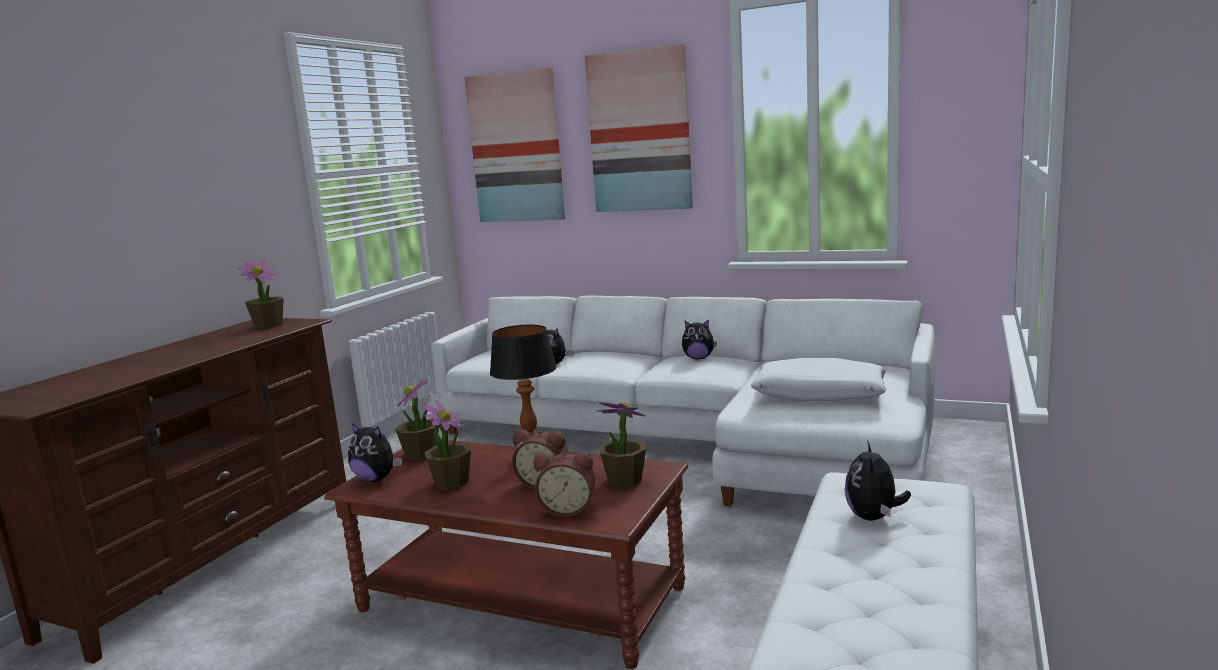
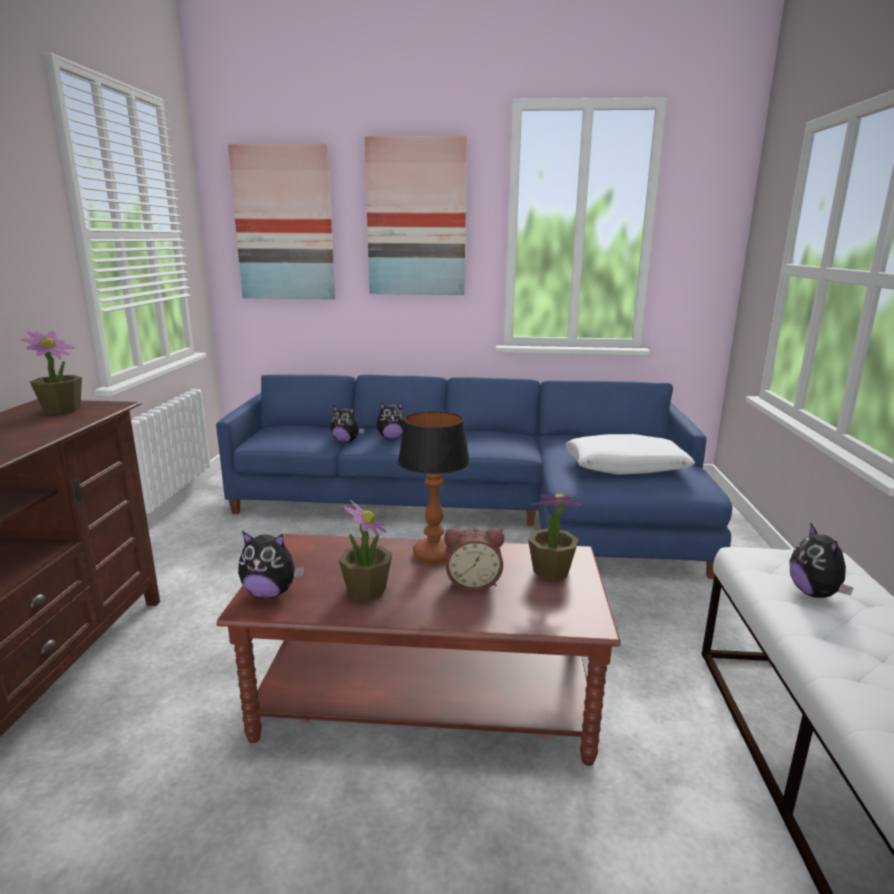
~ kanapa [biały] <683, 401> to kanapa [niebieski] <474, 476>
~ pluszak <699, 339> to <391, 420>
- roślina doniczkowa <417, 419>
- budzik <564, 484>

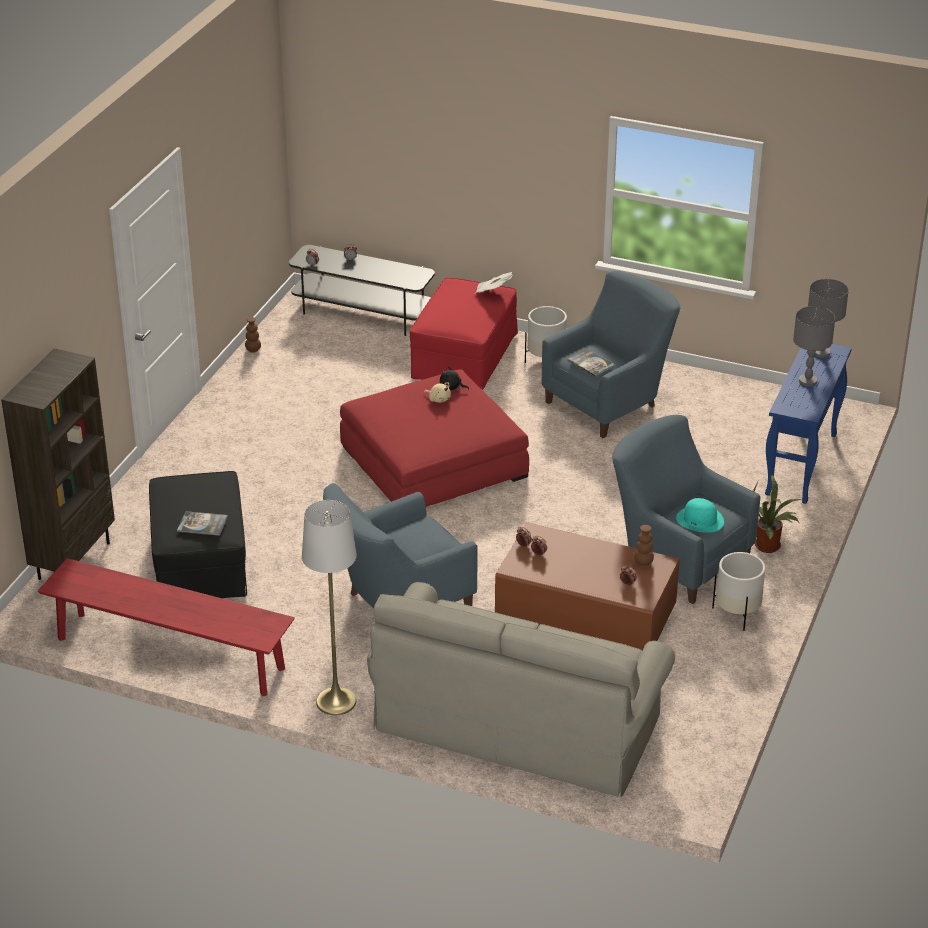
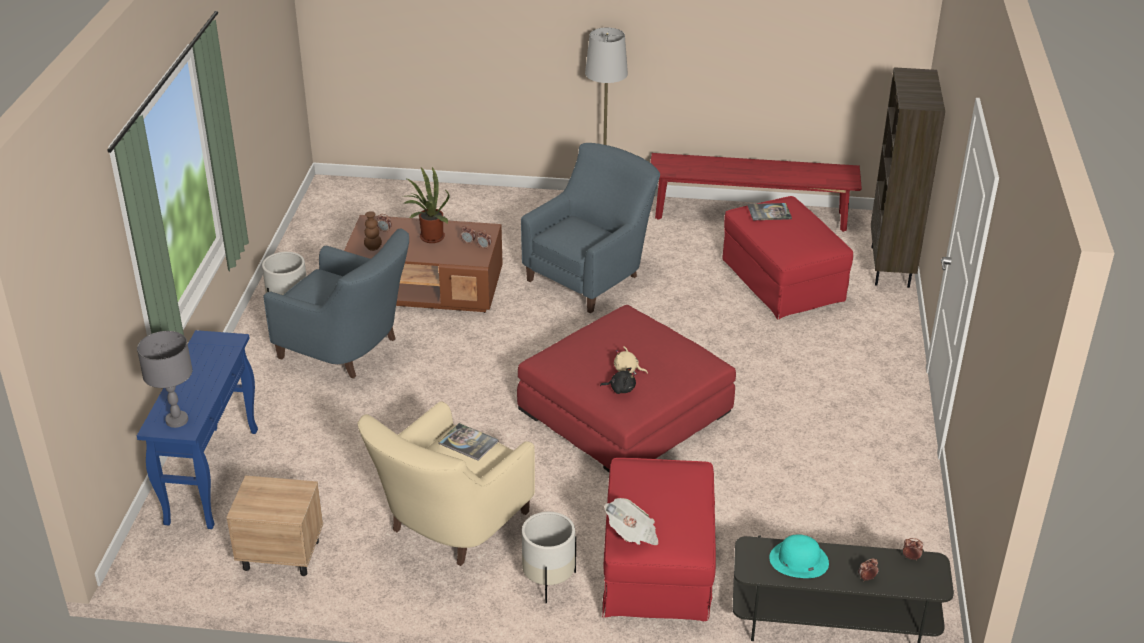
~ fotel [niebieski] <611, 354> to fotel [beżowy] <446, 483>
- lampa stołowa [szary] <814, 346>
- wazon [brązowy] <253, 335>
~ pufa [czarny] <198, 534> to pufa [czerwony] <787, 258>
~ roślina doniczkowa <777, 514> to <426, 205>
~ kapelusz [turkusowy] <700, 515> to <799, 556>
- kanapa [szary] <521, 689>
+ szafka nocna [beżowy] <274, 525>

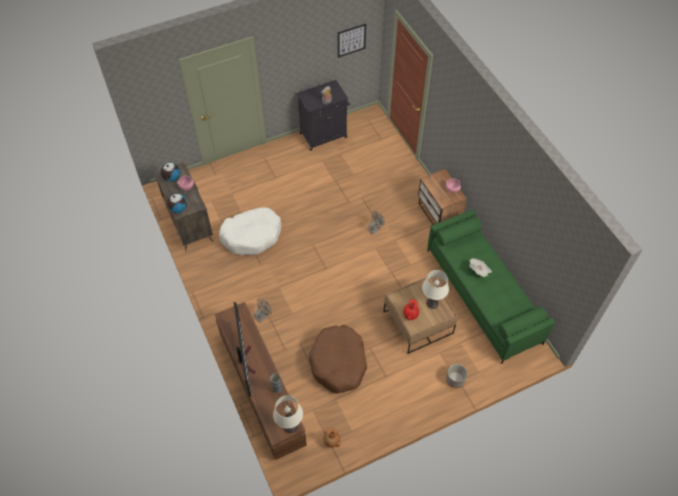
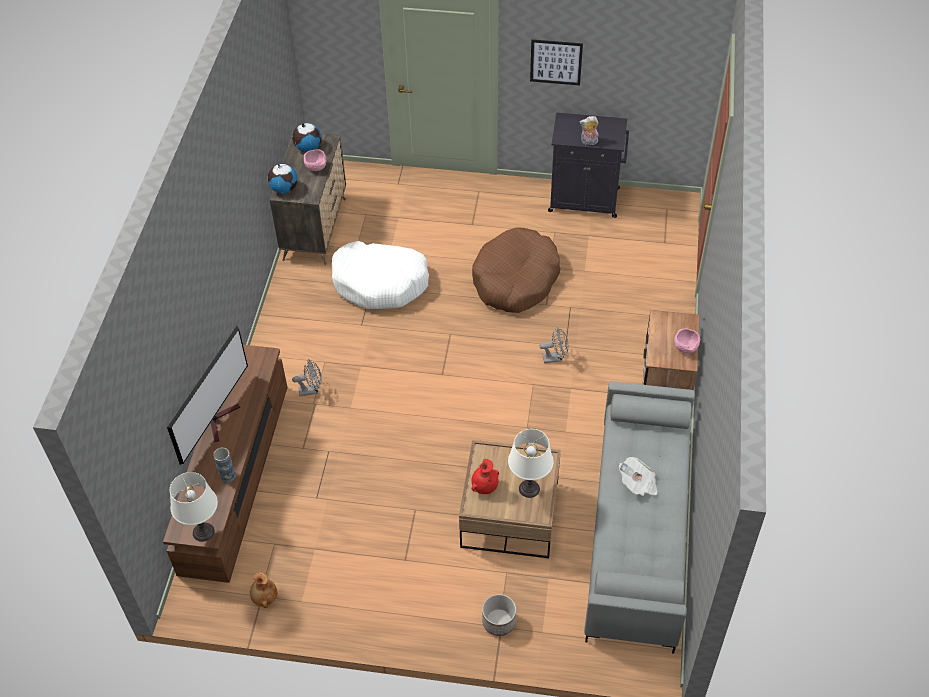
~ obraz <352, 41> to <556, 62>
~ kanapa [zielony] <491, 286> to kanapa [szary] <639, 517>
~ legowisko [brązowy] <338, 359> to <516, 270>

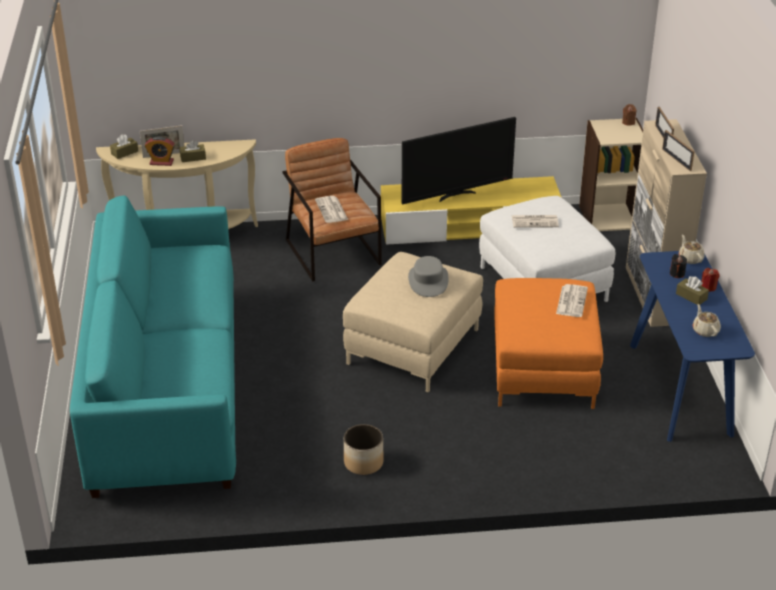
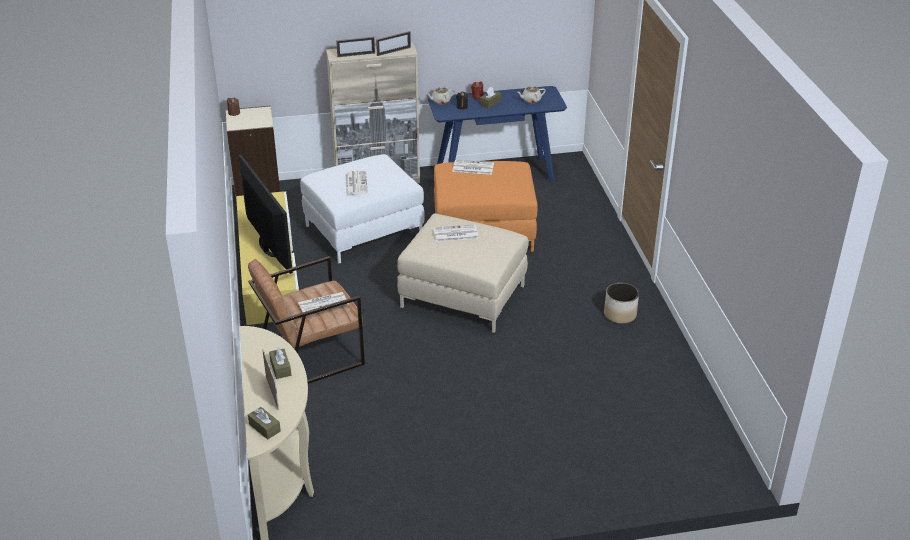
- budzik <160, 151>
- kanapa [turkusowy] <153, 346>
~ kapelusz [szary] <428, 276> to gazeta <456, 233>

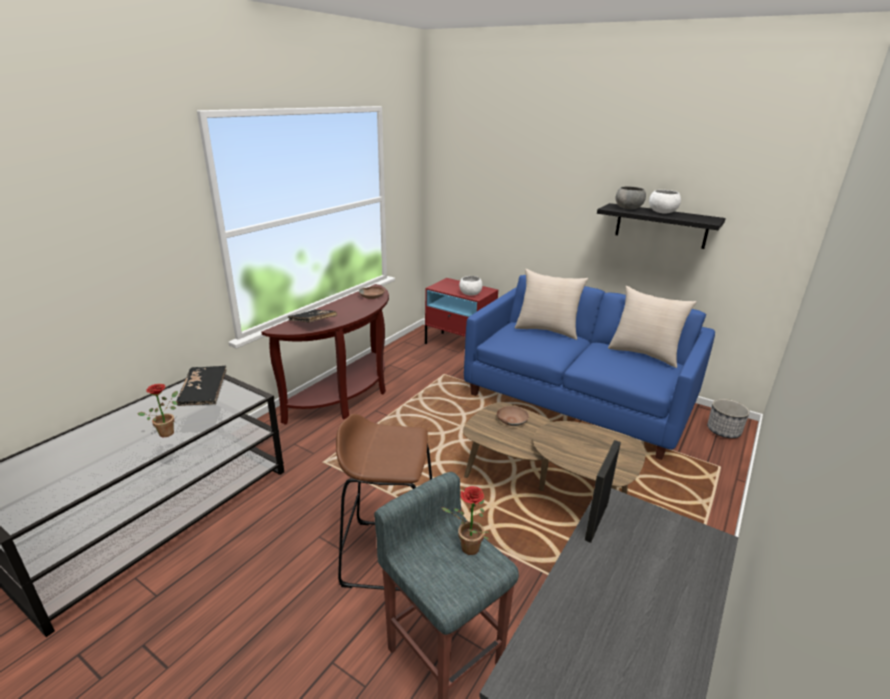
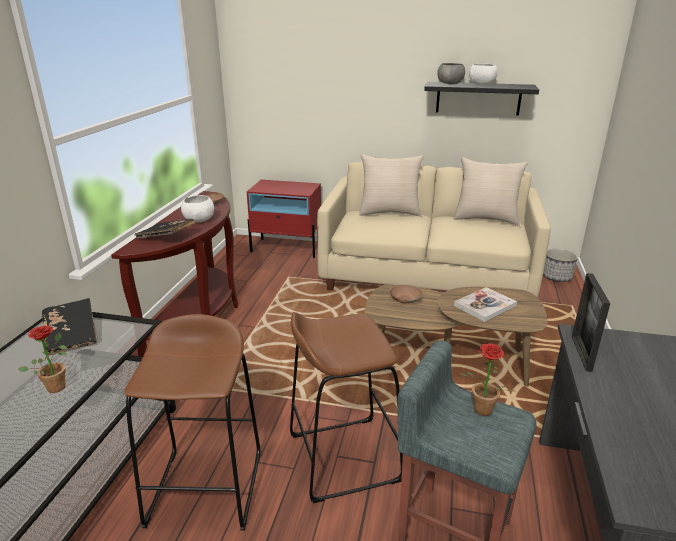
~ kanapa [niebieski] <589, 367> to kanapa [beżowy] <434, 229>
~ miska [biały] <471, 286> to <197, 208>
+ książka <485, 304>
+ stołek [brązowy] <193, 422>

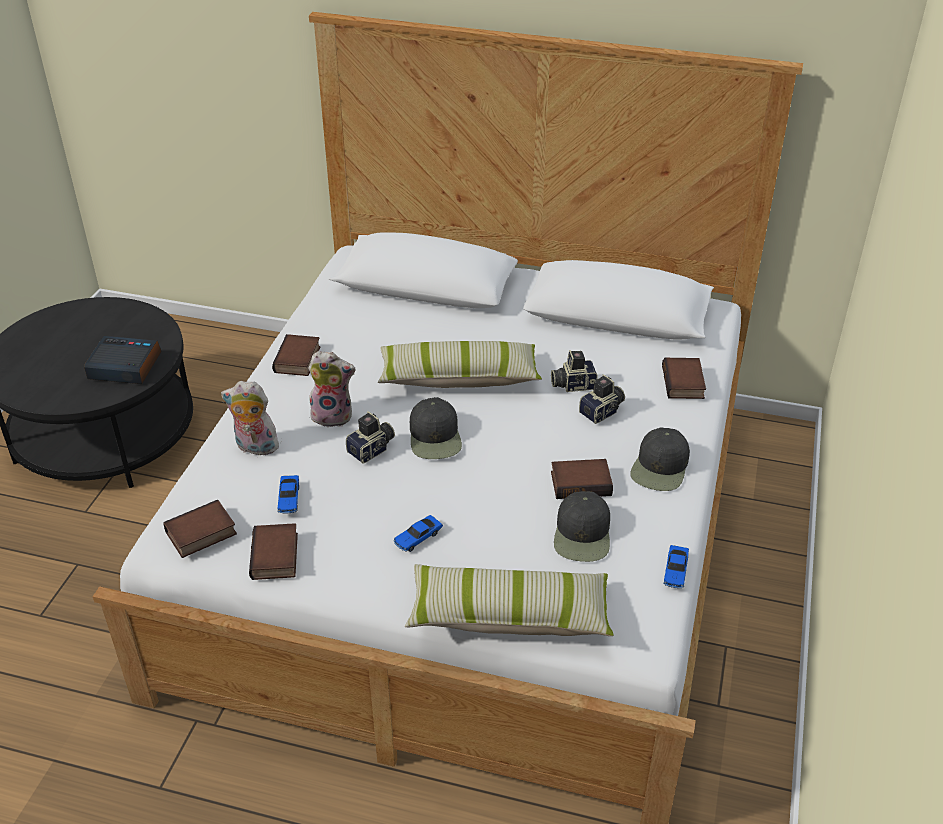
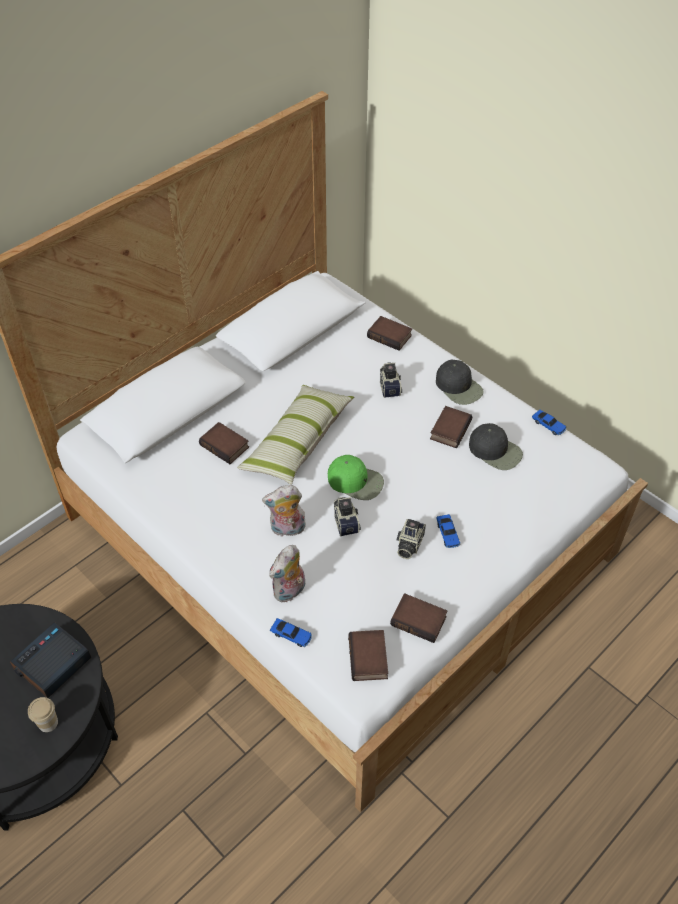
~ książka <296, 355> to <224, 443>
~ aparat fotograficzny <574, 371> to <411, 539>
~ pluszak <332, 389> = <284, 511> 135 degrees counterclockwise
~ czapka z daszkiem [czarny] <436, 428> to czapka z daszkiem [zielony] <356, 477>
~ samochodzik <288, 494> to <291, 632>
- poduszka <509, 600>
+ filiżanka <43, 714>

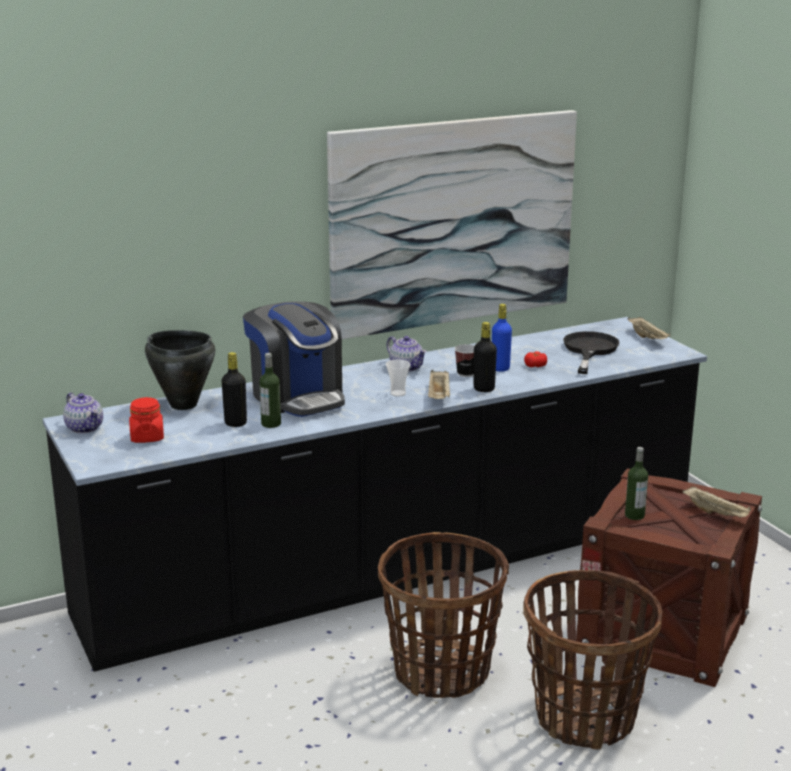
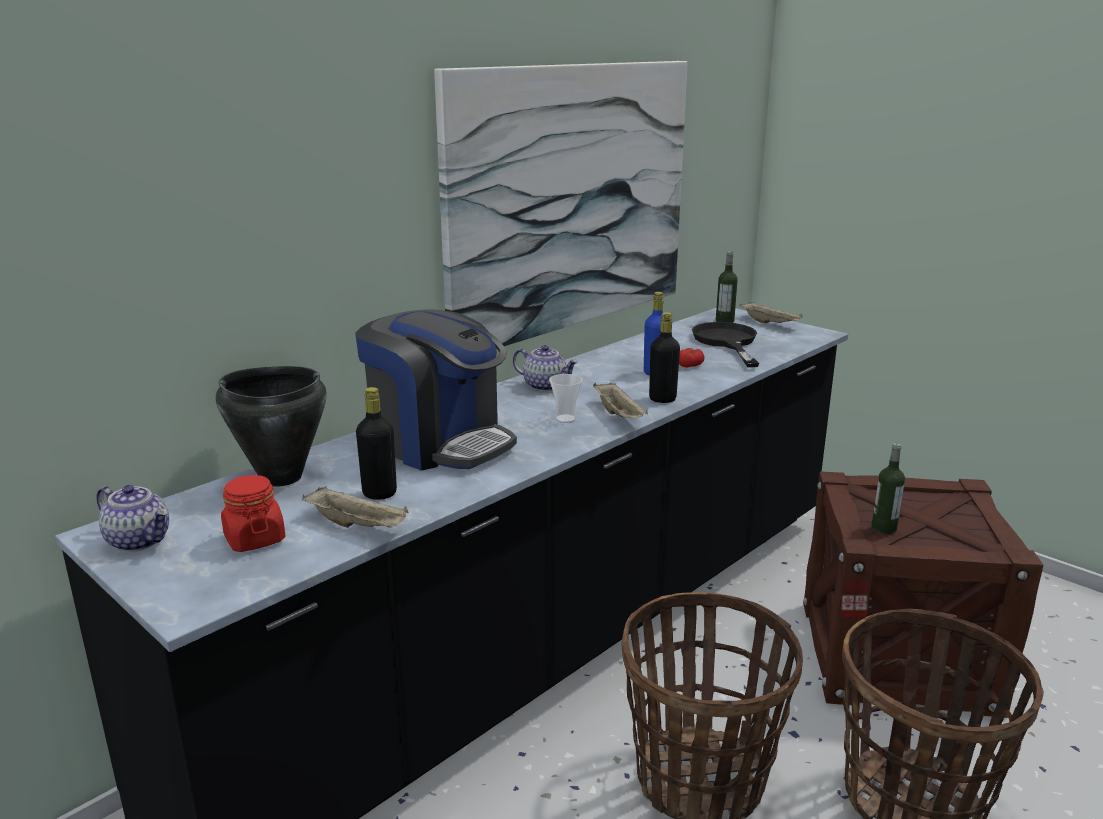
- filiżanka <464, 360>
~ butelka <270, 390> to <727, 287>
~ taca [beżowy] <716, 502> to <355, 507>

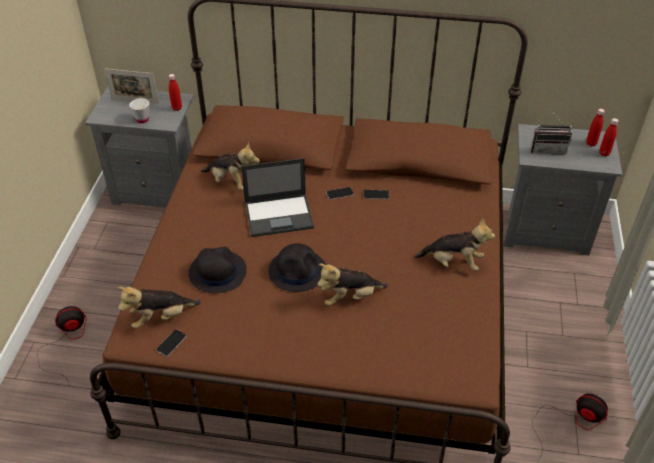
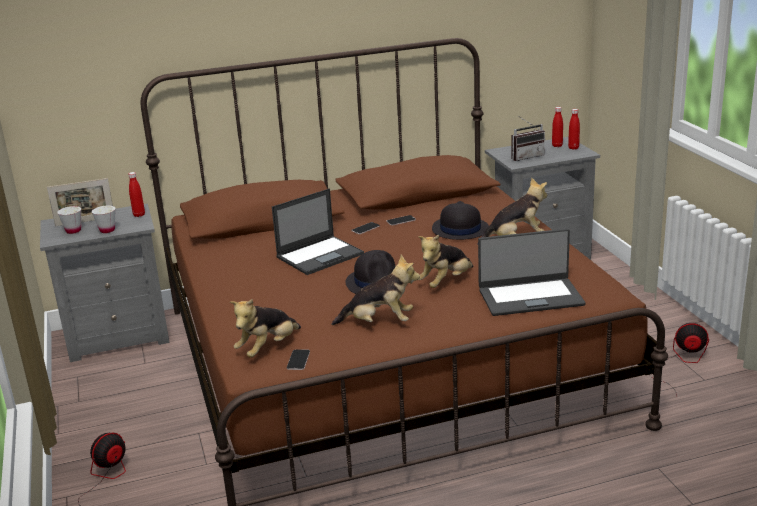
~ pluszak <230, 166> to <376, 290>
~ kapelusz [czarny] <217, 270> to <460, 220>
+ filiżanka [biały] <69, 220>
+ laptop <532, 272>

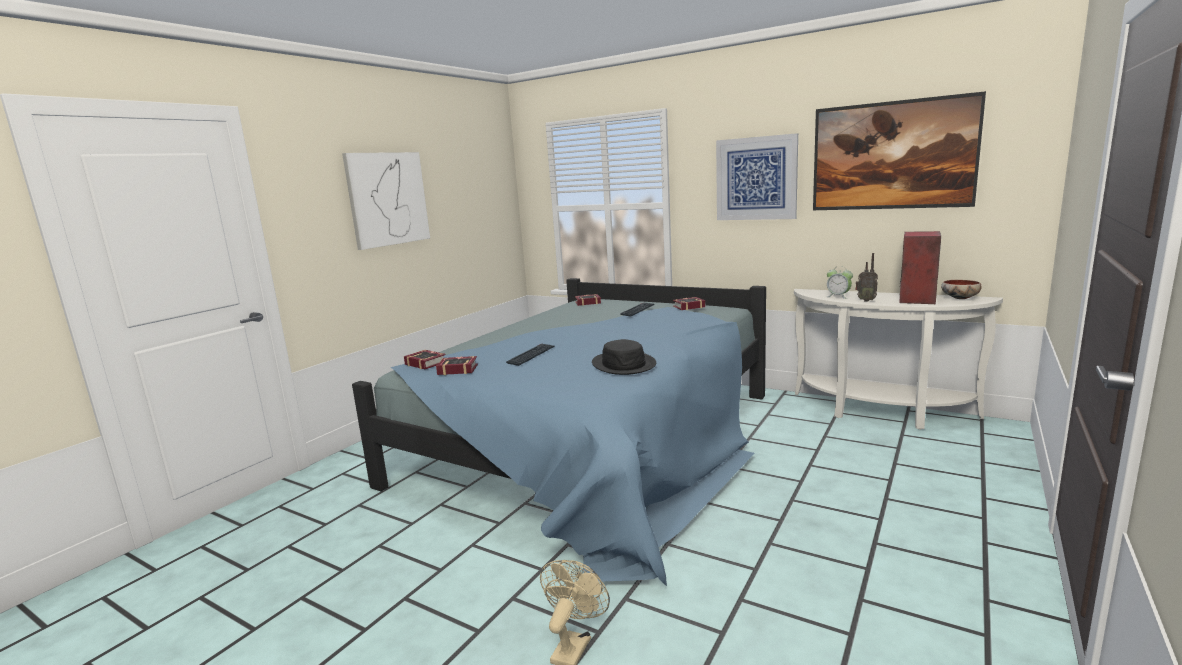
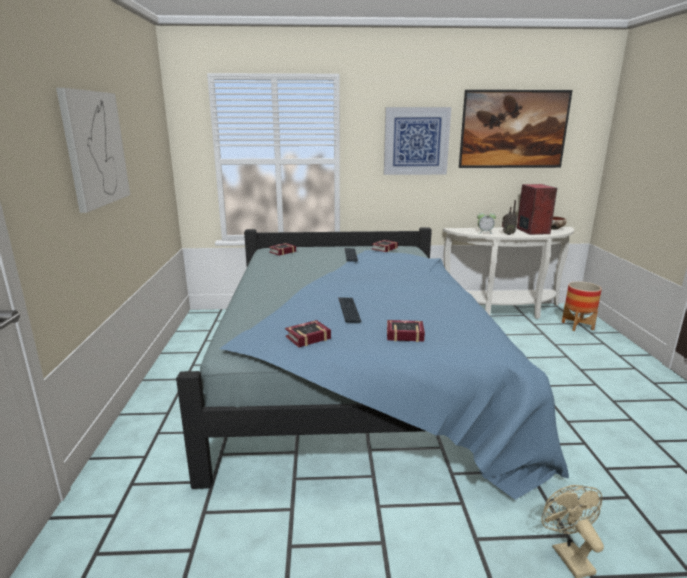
- kapelusz [czarny] <624, 357>
~ książka <425, 359> to <406, 331>
+ donica <582, 306>

